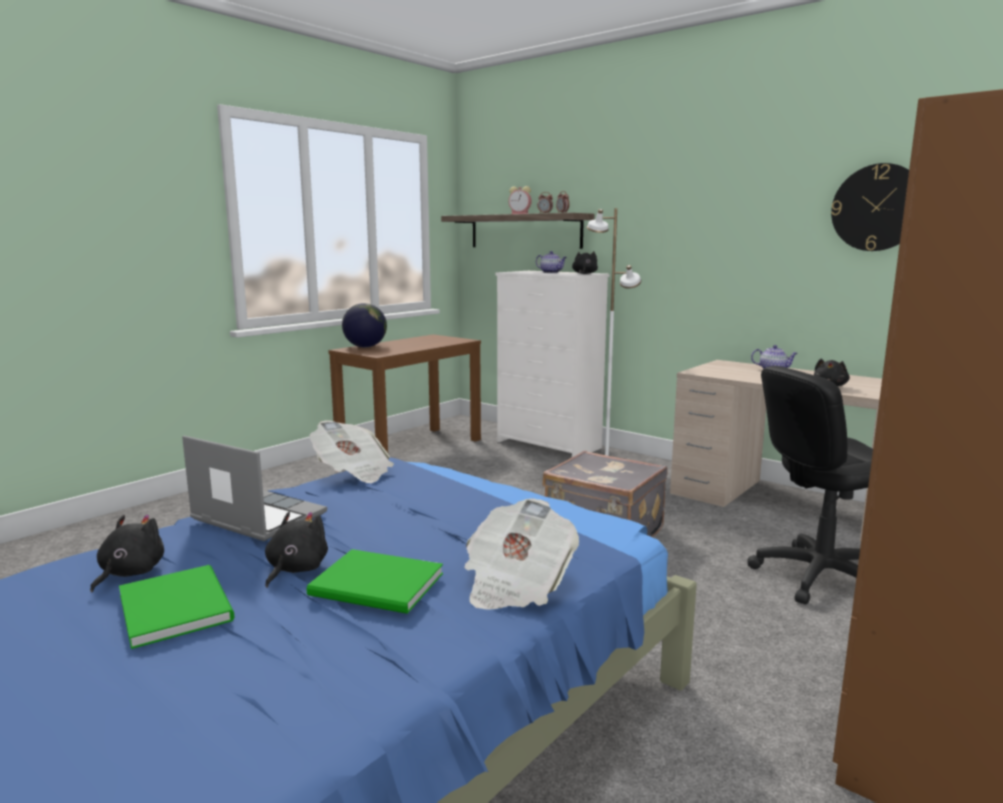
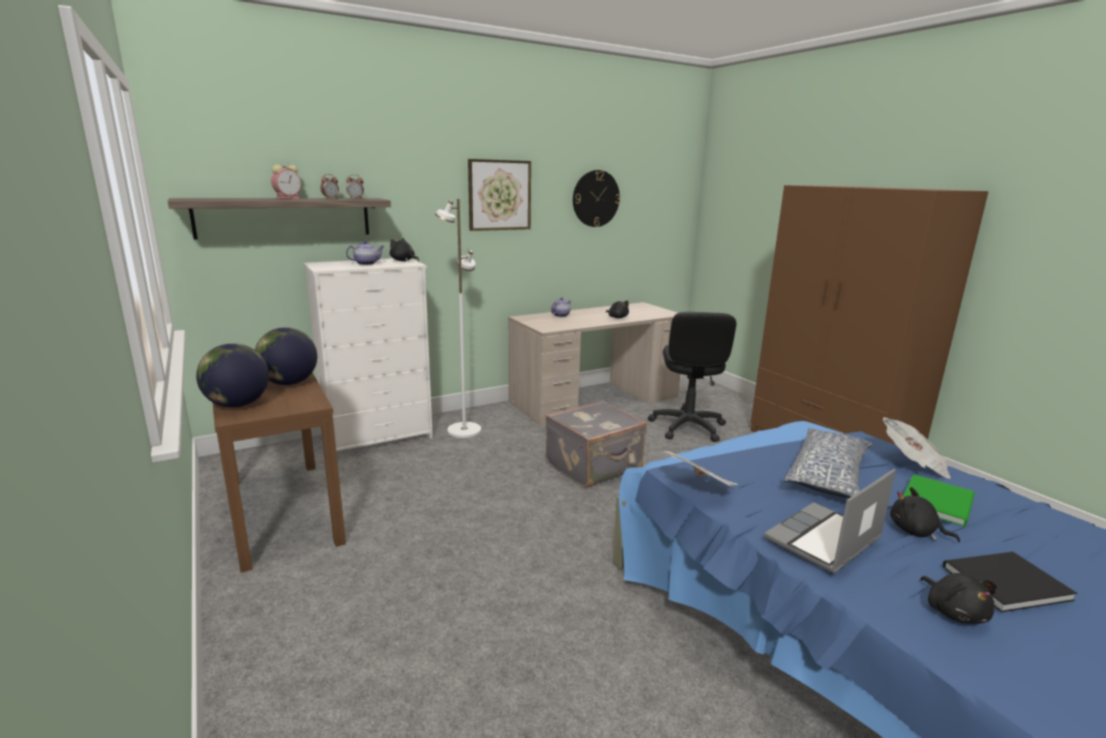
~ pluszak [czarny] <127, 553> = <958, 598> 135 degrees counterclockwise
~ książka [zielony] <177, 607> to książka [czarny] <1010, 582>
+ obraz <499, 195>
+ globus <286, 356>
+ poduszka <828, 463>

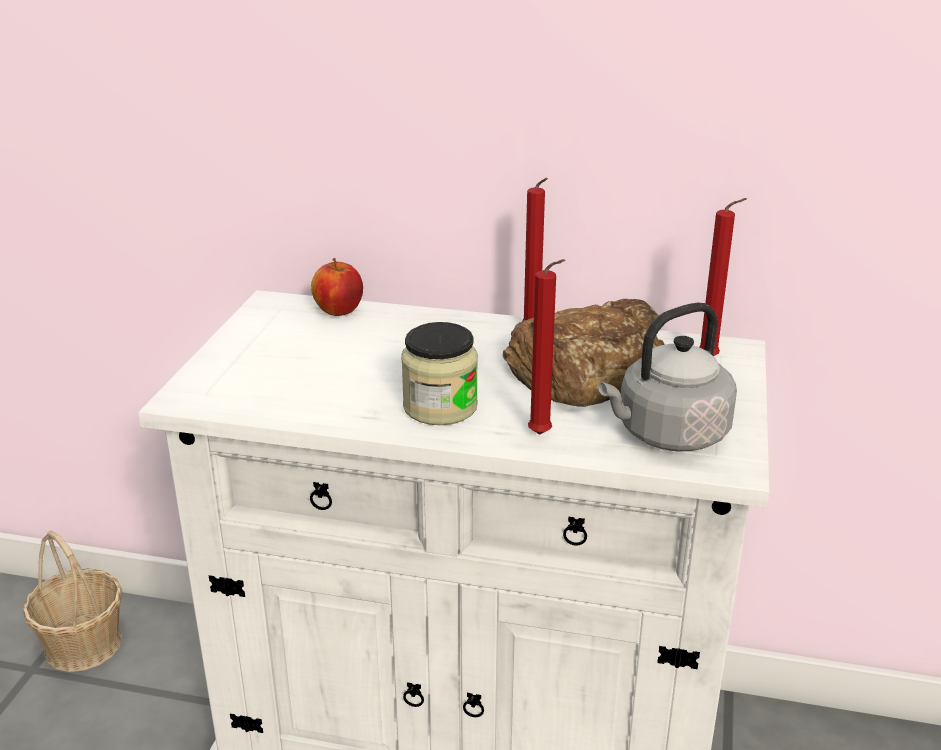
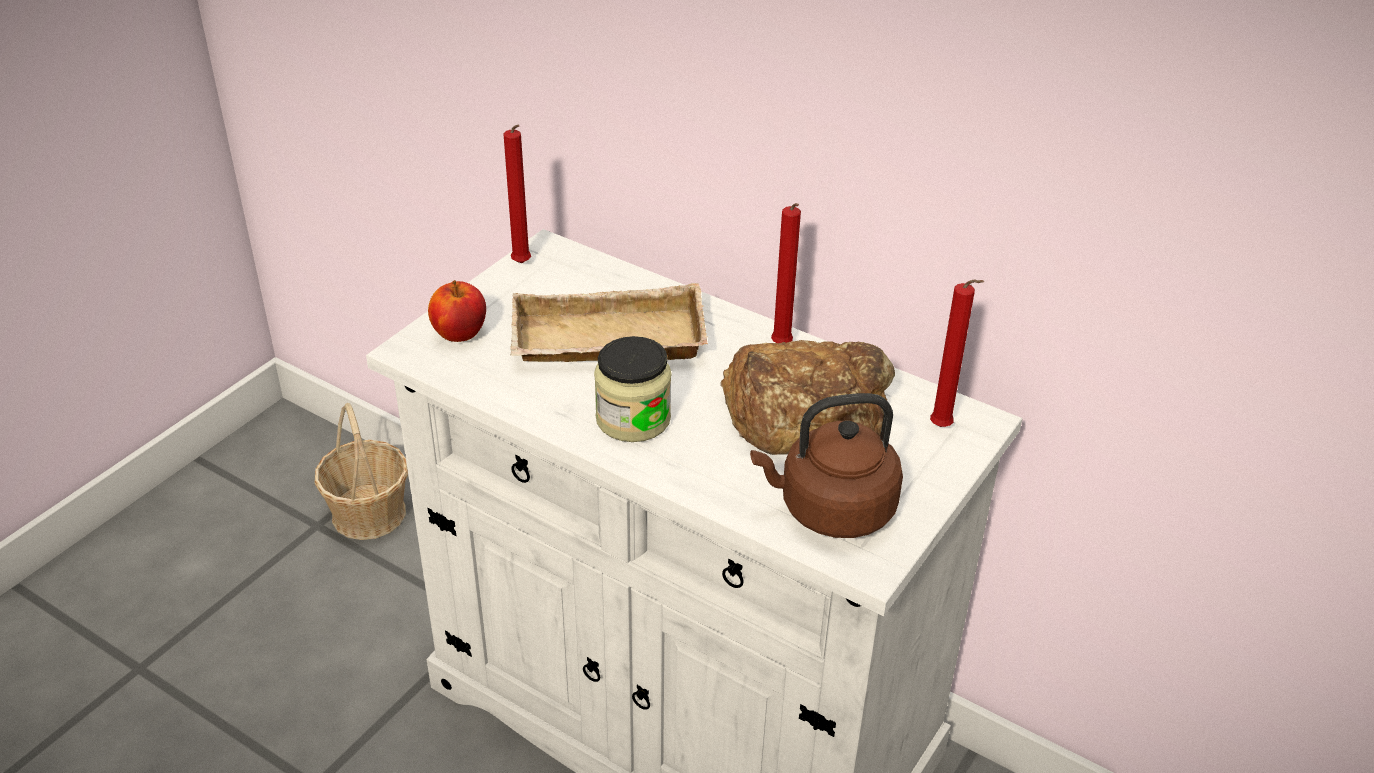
~ jabłko <337, 287> to <457, 311>
~ świeca [czerwony] <546, 346> to <517, 194>
~ czajnik [szary] <667, 377> to czajnik [brązowy] <826, 465>
+ taca [beżowy] <609, 322>

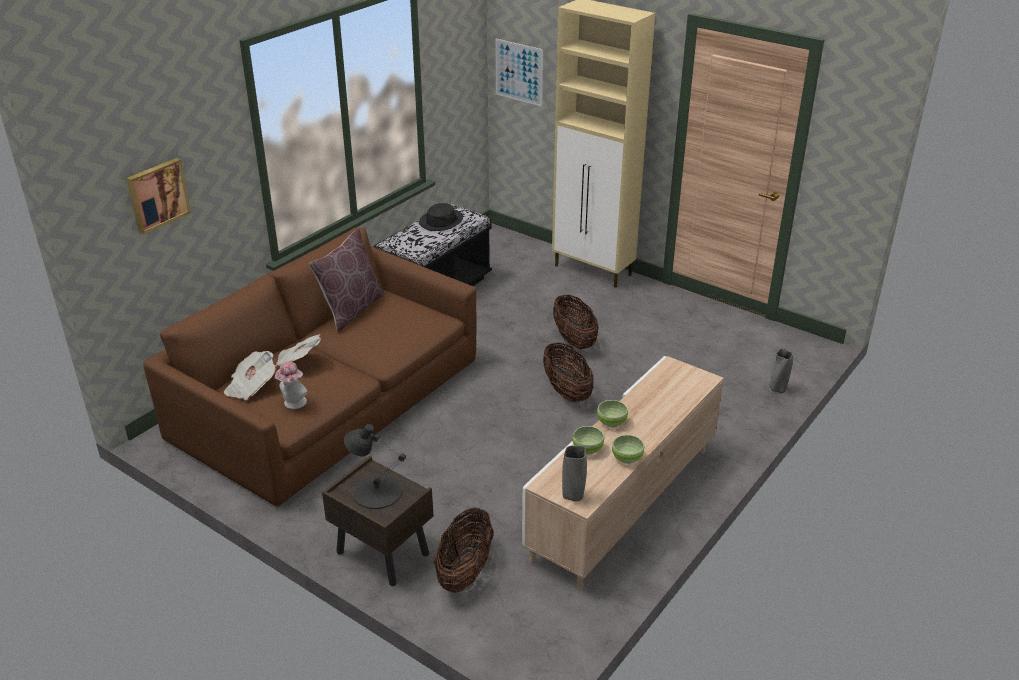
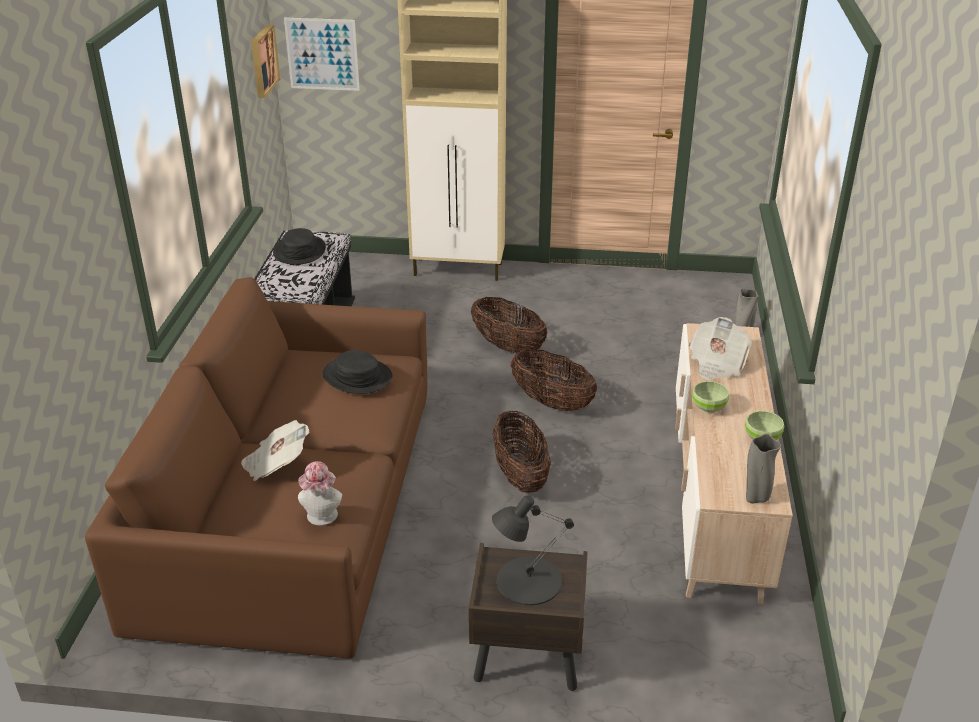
~ obraz <159, 196> to <265, 61>
- poduszka [brązowy] <347, 281>
~ gazeta <250, 375> to <720, 348>
- miska [zielony] <588, 440>
~ koszyk <464, 550> to <522, 451>
+ kapelusz [czarny] <358, 372>

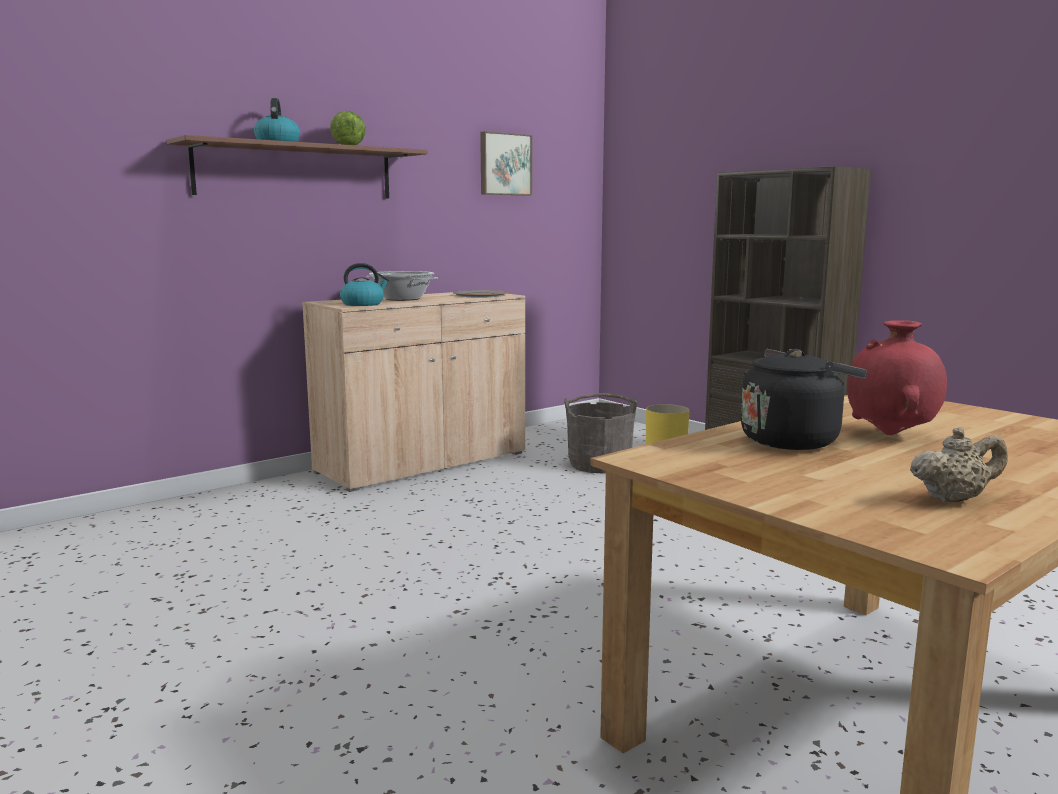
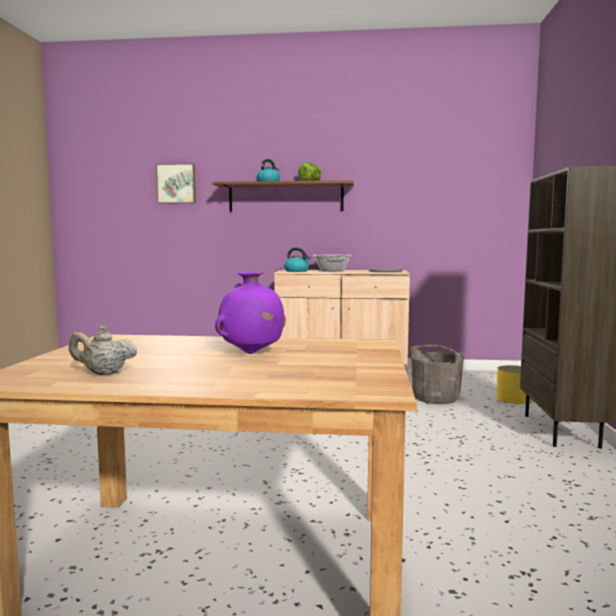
~ obraz <506, 163> to <176, 183>
~ wazon [czerwony] <897, 377> to wazon [fioletowy] <250, 312>
- czajnik [czarny] <804, 399>
~ imbryk [beżowy] <959, 464> = <103, 350> 150 degrees clockwise

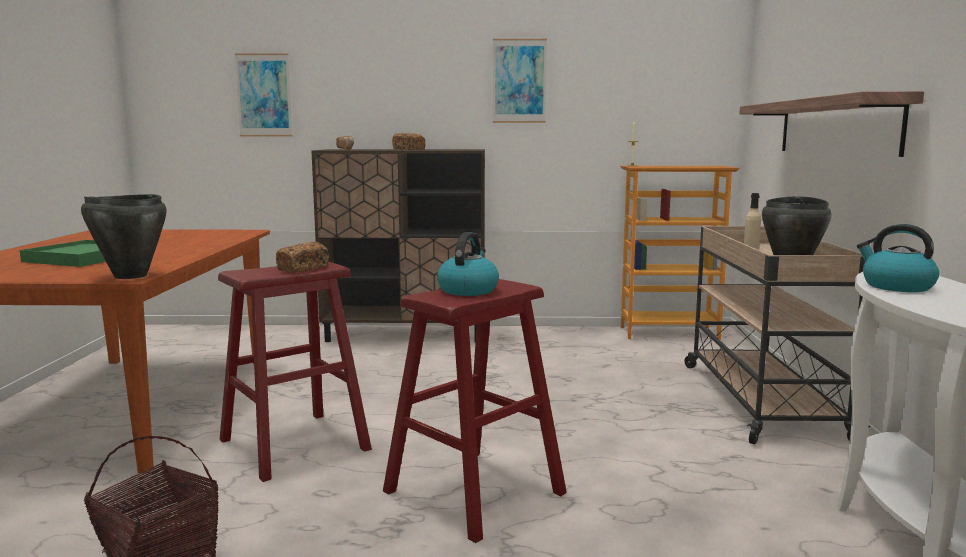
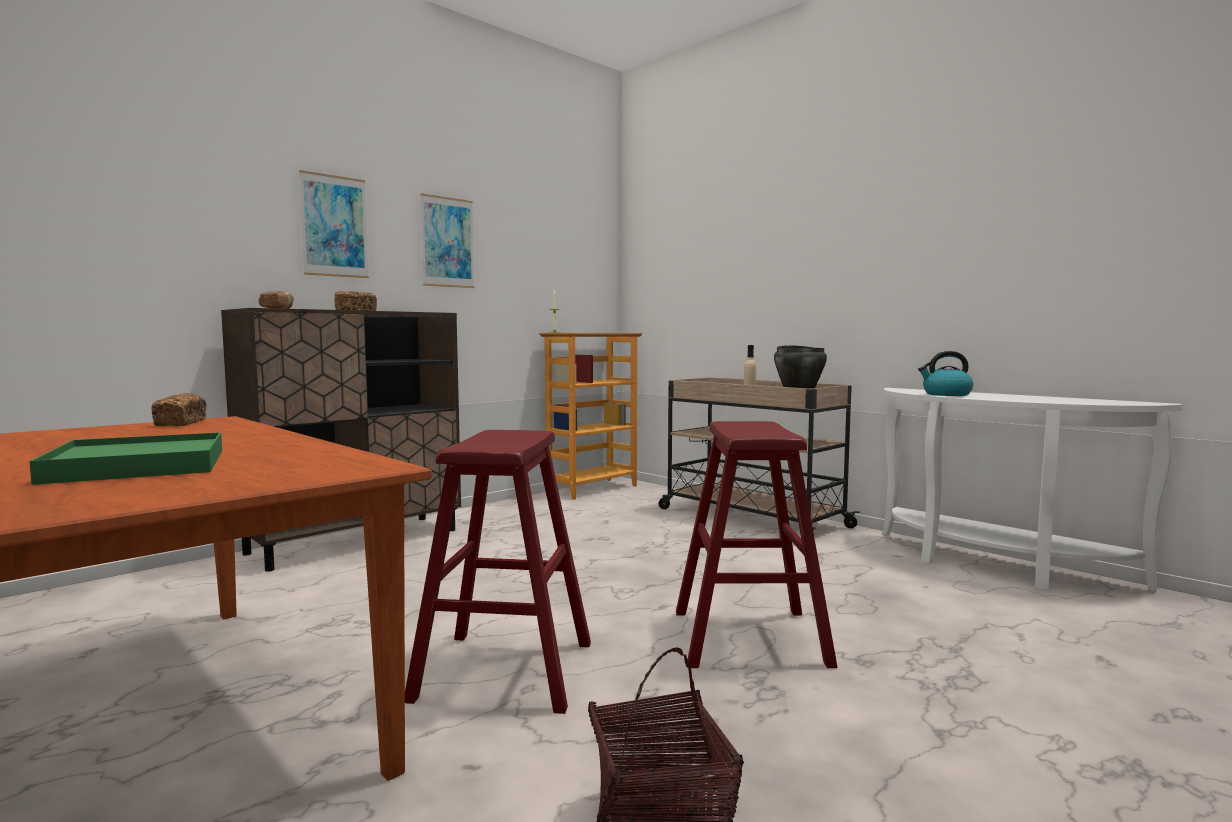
~ obraz <263, 94> to <334, 224>
- półka <831, 124>
- garnek [czarny] <124, 236>
- czajnik <468, 264>
~ chleb <302, 257> to <179, 409>

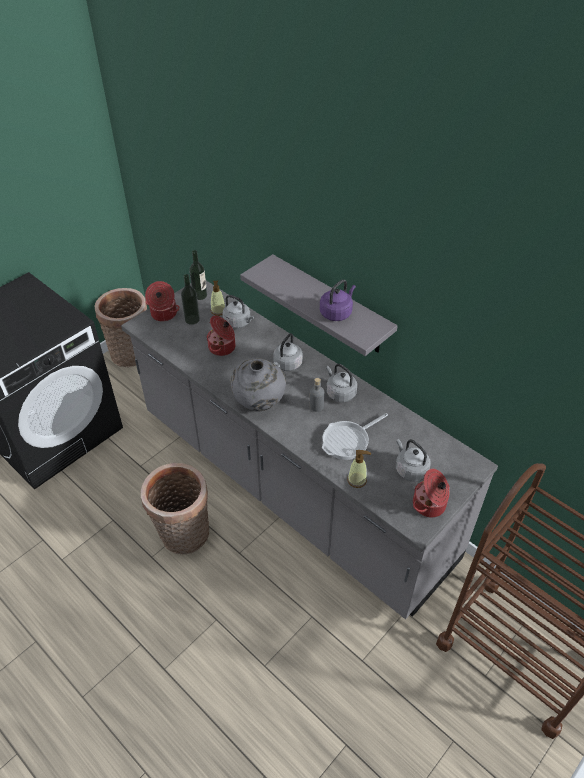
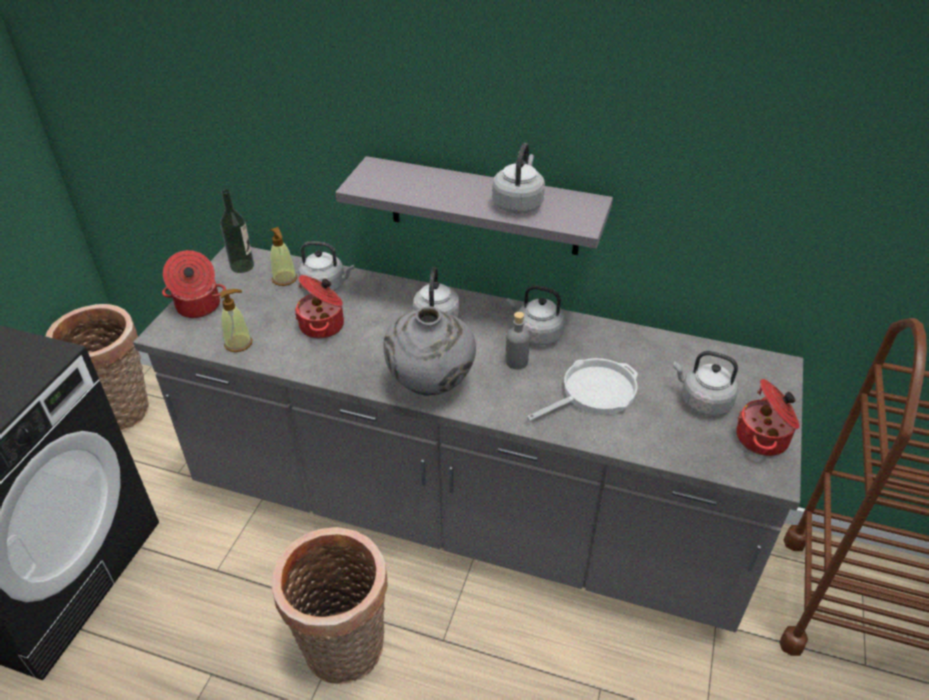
- butelka <190, 299>
~ czajnik [fioletowy] <338, 300> to czajnik [szary] <518, 178>
~ patelnia <355, 436> = <582, 389> 150 degrees counterclockwise
~ dozownik mydła <359, 469> to <236, 320>

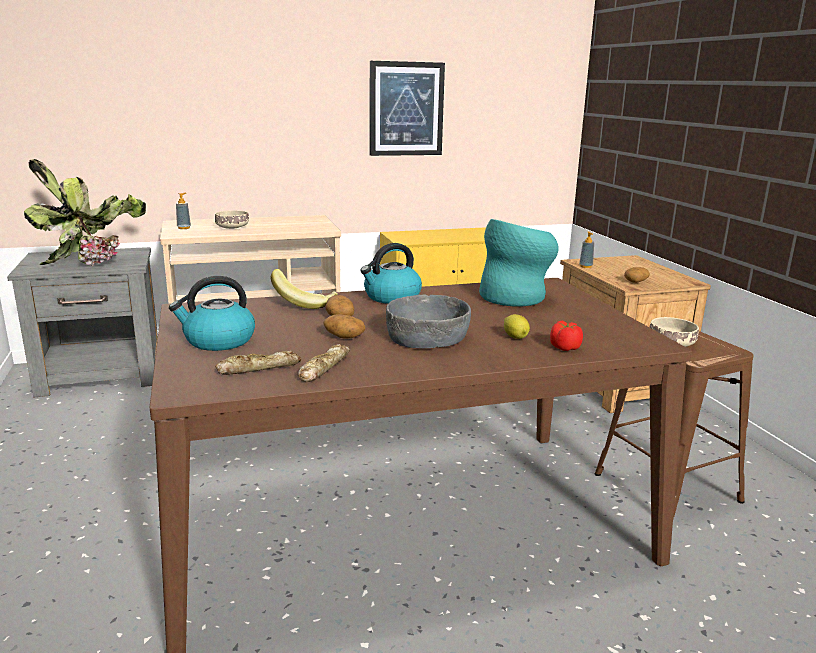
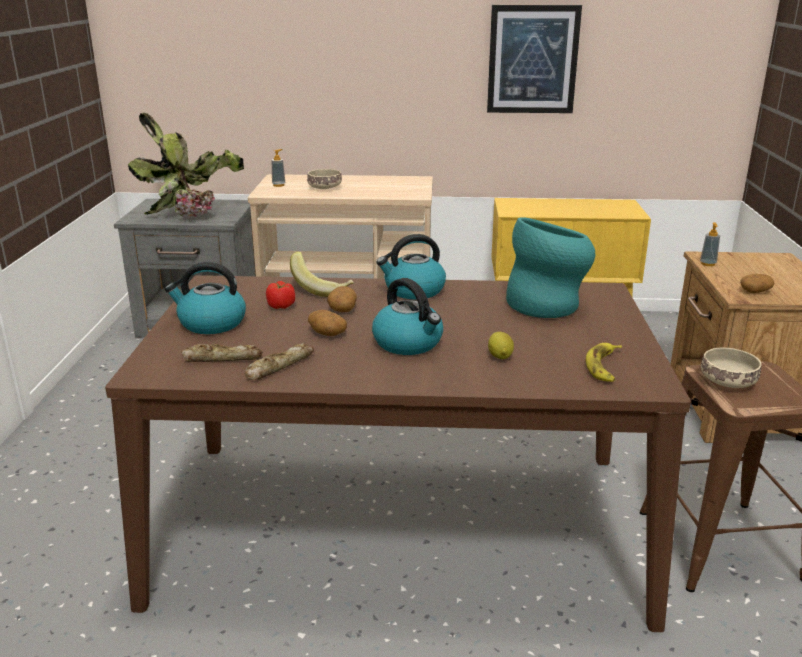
~ miska [szary] <428, 321> to czajnik <407, 316>
~ pomidor <566, 336> to <280, 295>
+ banan <604, 362>

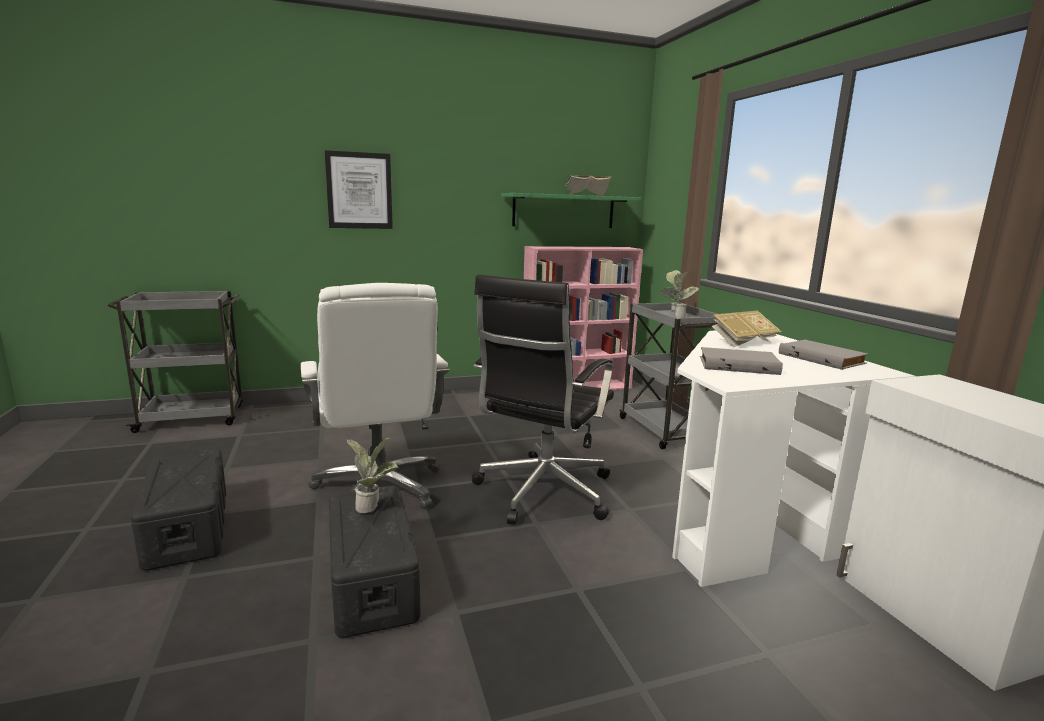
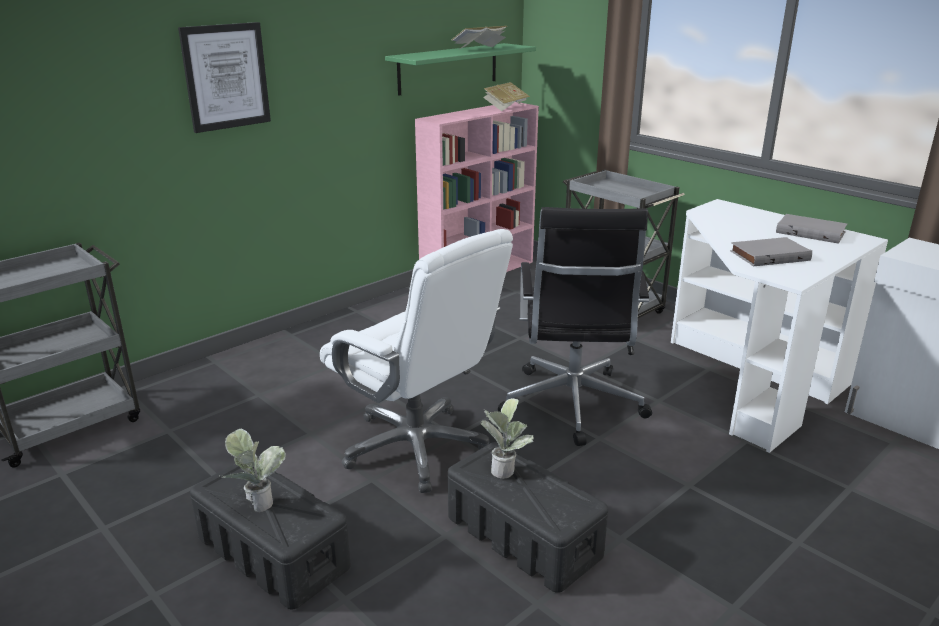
~ roślina doniczkowa <679, 294> to <253, 470>
~ książka <747, 329> to <506, 96>

